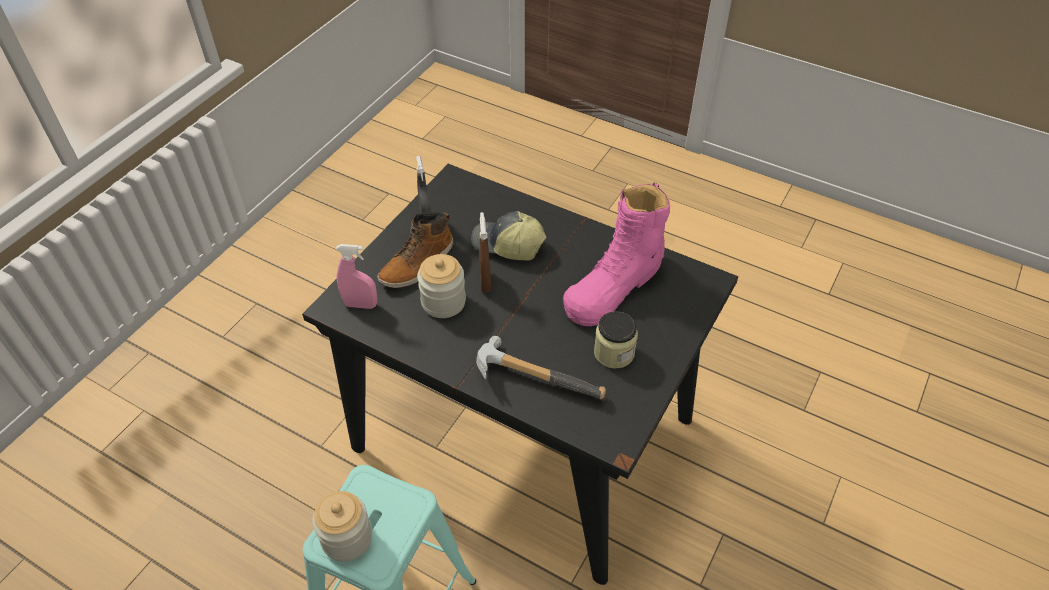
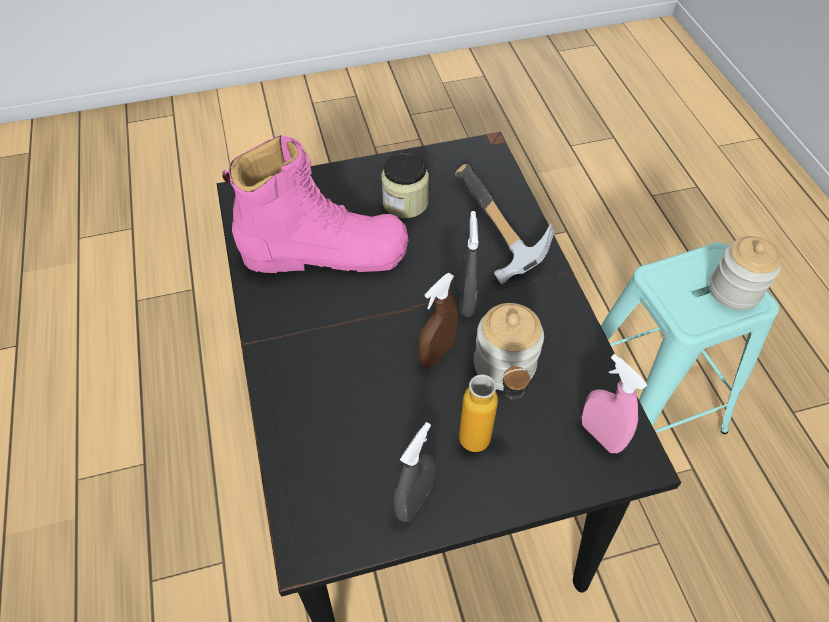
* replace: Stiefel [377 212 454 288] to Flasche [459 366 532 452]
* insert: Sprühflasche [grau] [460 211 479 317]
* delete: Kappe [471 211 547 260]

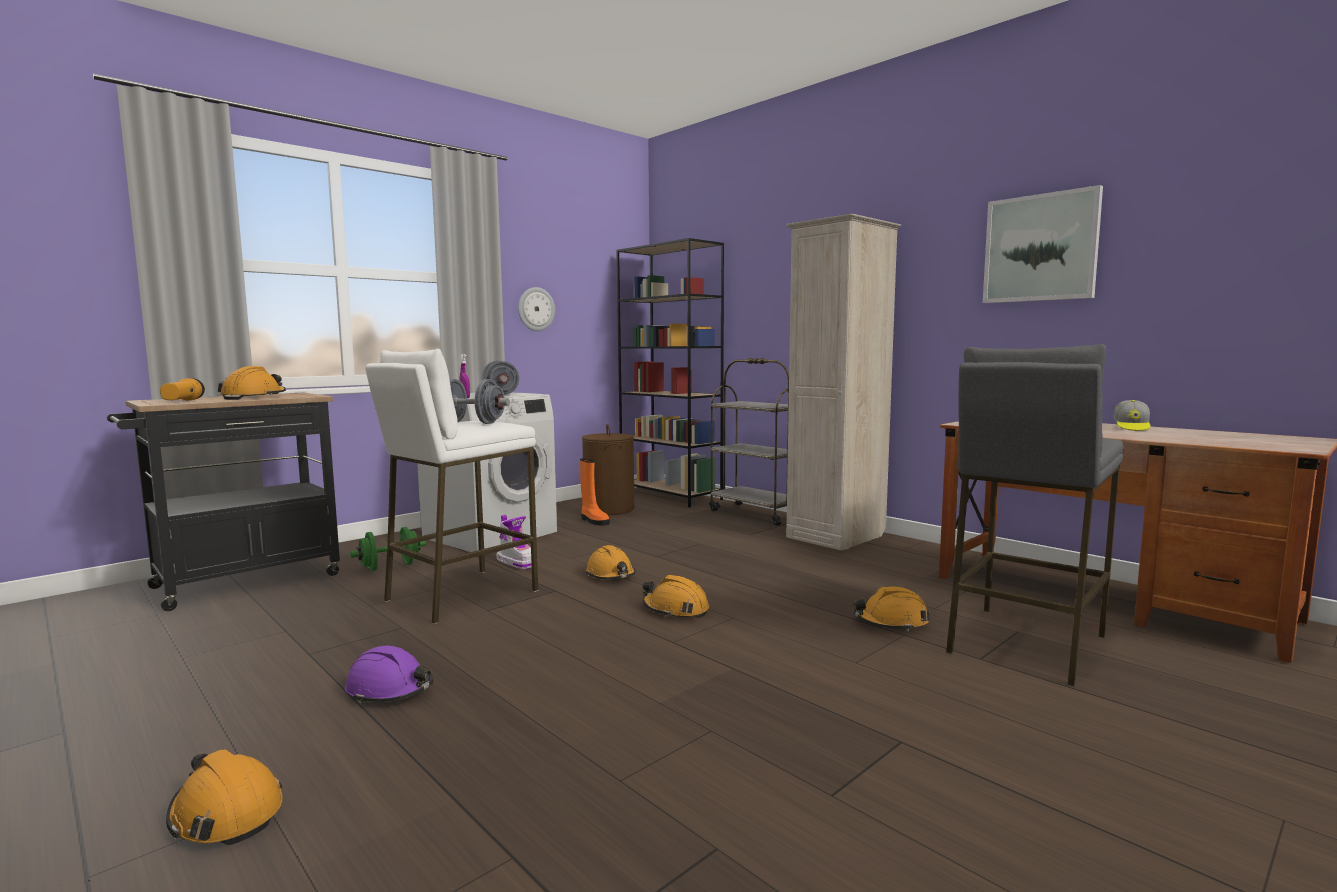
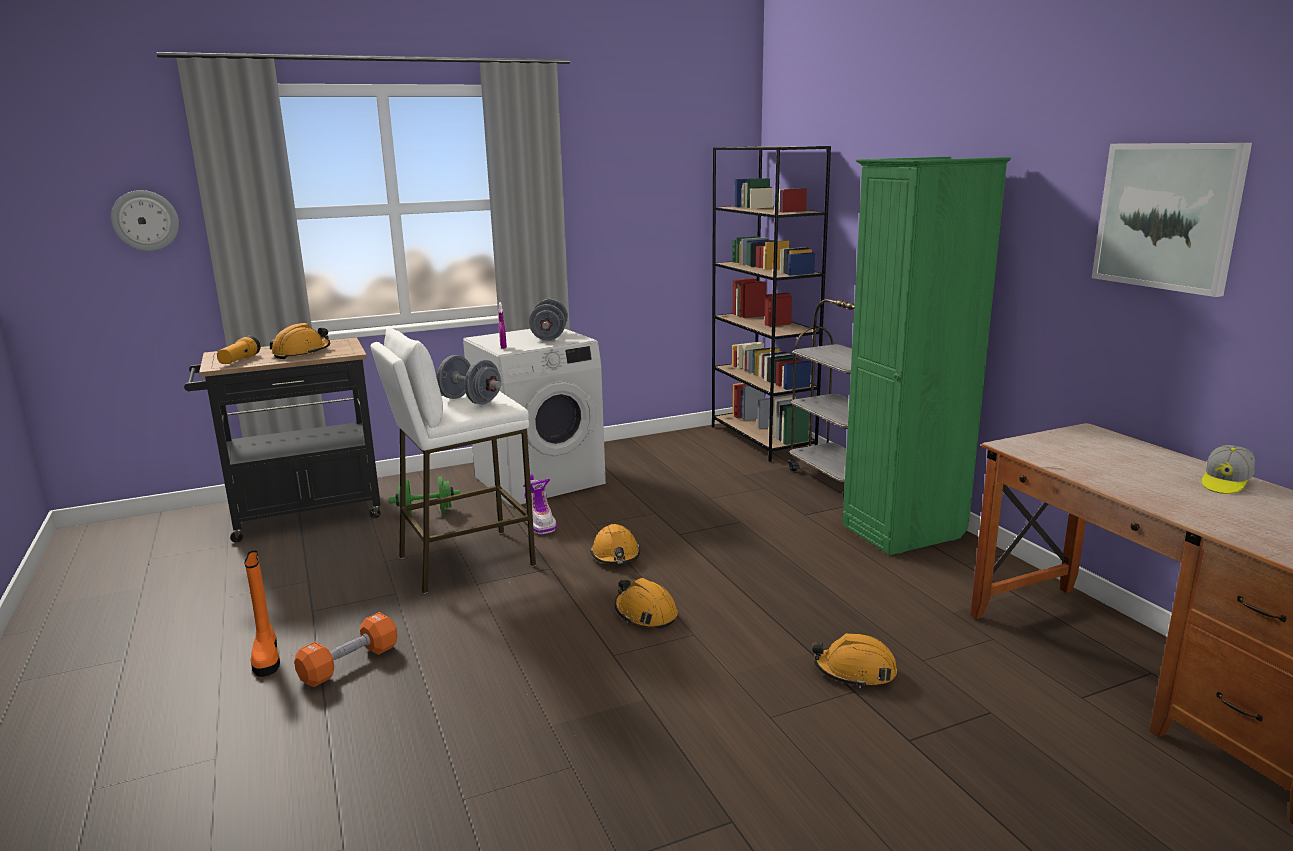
* move: Wanduhr [518 287 555 331] to [111 190 179 251]
* move: Stiefel [orange] [580 458 610 526] to [244 550 280 677]
* replace: Schutzhelm [lila] [345 646 434 703] to Hantel [orange] [294 612 397 687]
* recolor: Schrank [beige] [786 214 901 550] to Schrank [grün] [842 157 1011 555]
* delete: Schutzhelm [orange] [166 749 283 845]
* delete: Wäschekorb [braun] [582 424 635 515]
* delete: Hocker [grau] [946 344 1124 686]

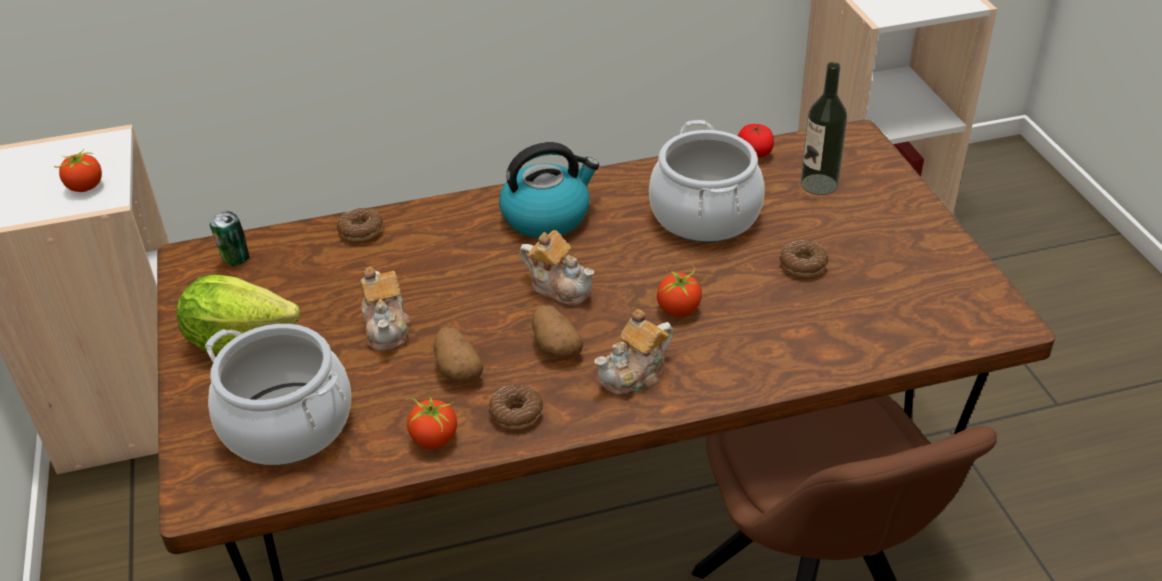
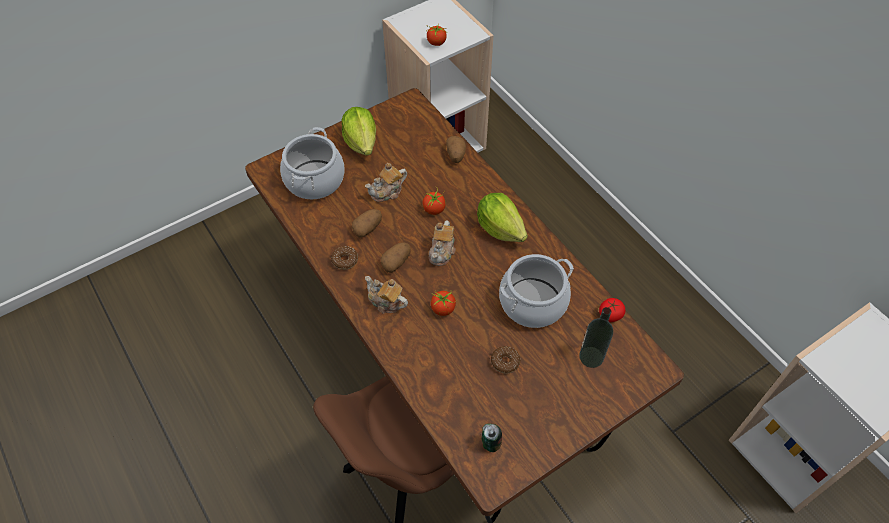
* move: Tomate [406 387 457 449] to [422 188 446 215]
* replace: Donut [337 208 383 241] to Kartoffel [446 136 466 163]
* replace: Wasserkessel [499 142 599 238] to Salatkopf [477 193 528 242]
* move: Dose [210 211 249 266] to [481 424 502 452]

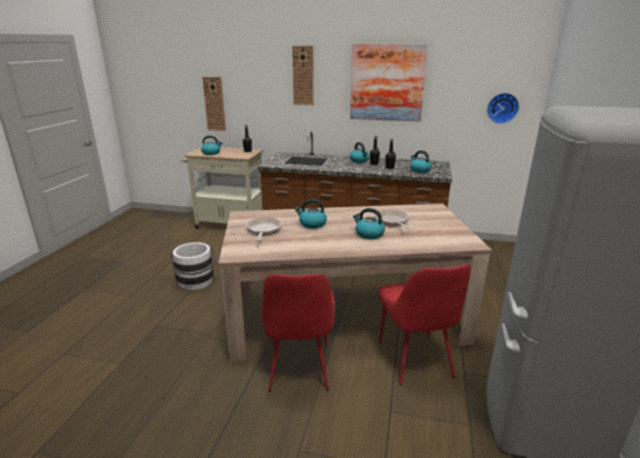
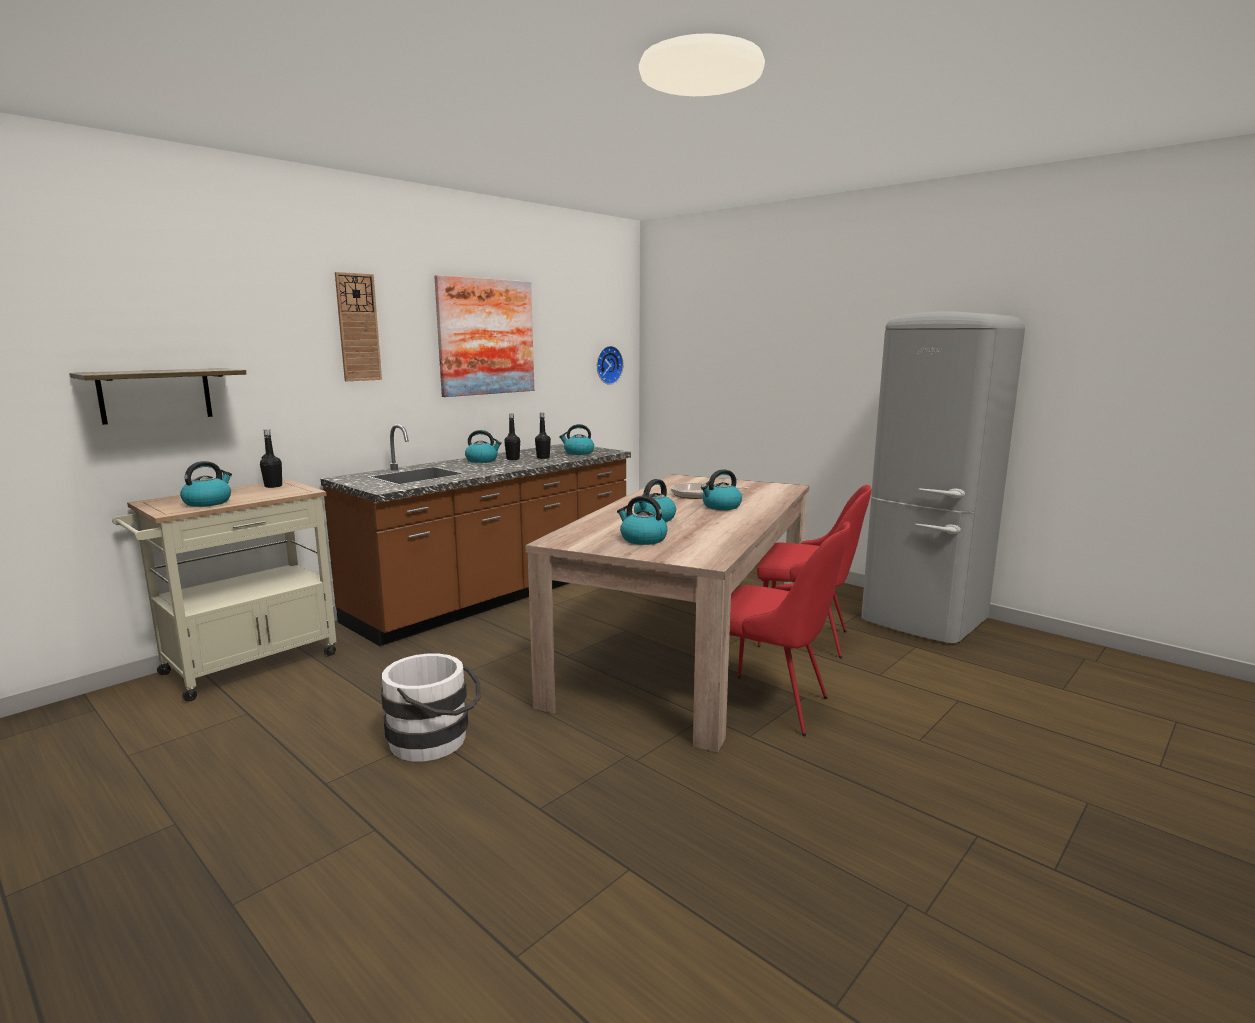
* replace: Wanduhr [202 77 226 131] to Wandregal [69 368 247 425]
* replace: Pfanne [246 218 282 241] to Wasserkessel [617 496 668 545]

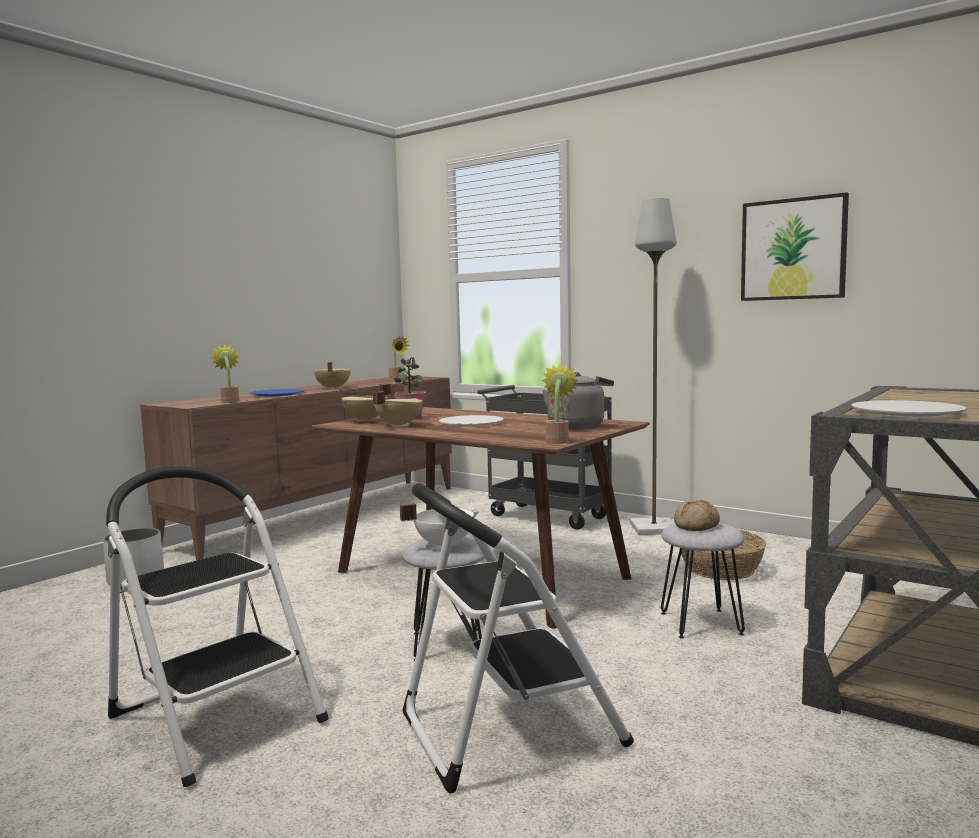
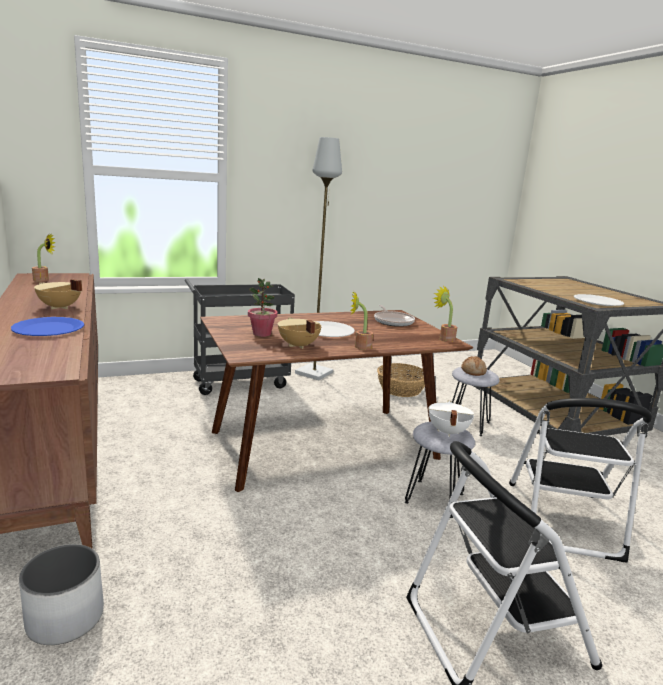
* move: Topfpflanze [211 345 239 403] to [351 291 373 350]
* replace: Wasserkessel [grau] [542 372 614 429] to Pfanne [374 305 415 327]
* delete: Kochtopf [beige] [341 384 391 422]
* delete: Bild [741 192 849 301]

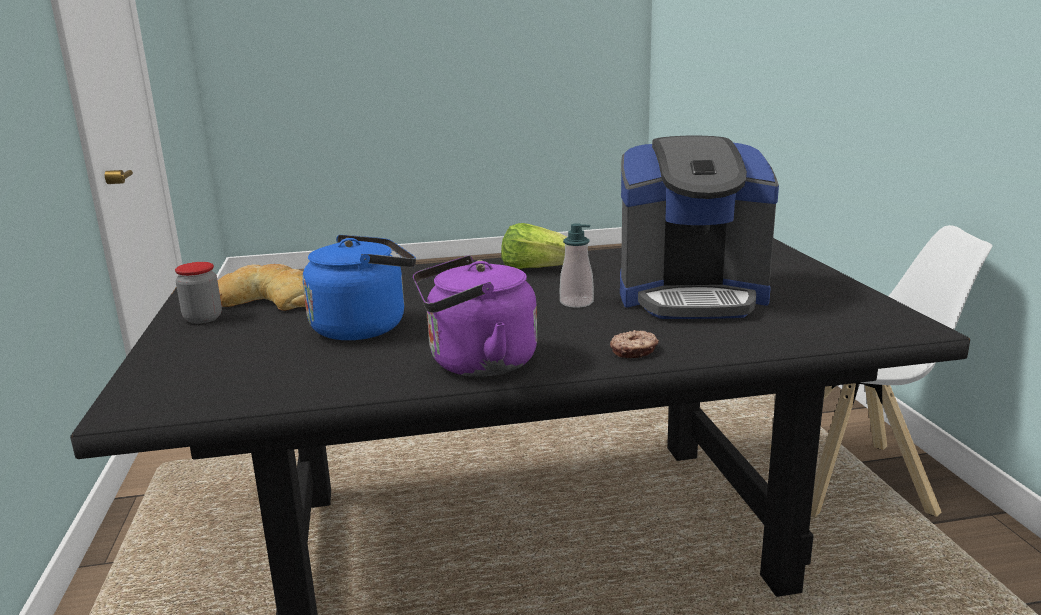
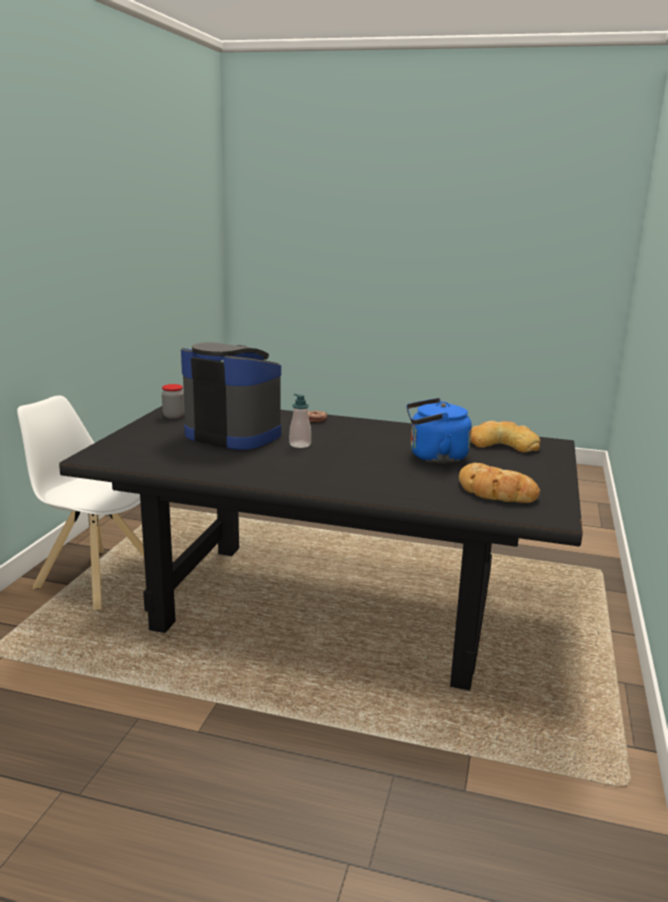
* move: Vorratsglas [175 262 222 324] to [162 384 185 419]
* insert: Brot [471 421 540 453]
* delete: Wasserkessel [lila] [413 255 537 377]
* delete: Salatkopf [501 223 567 269]

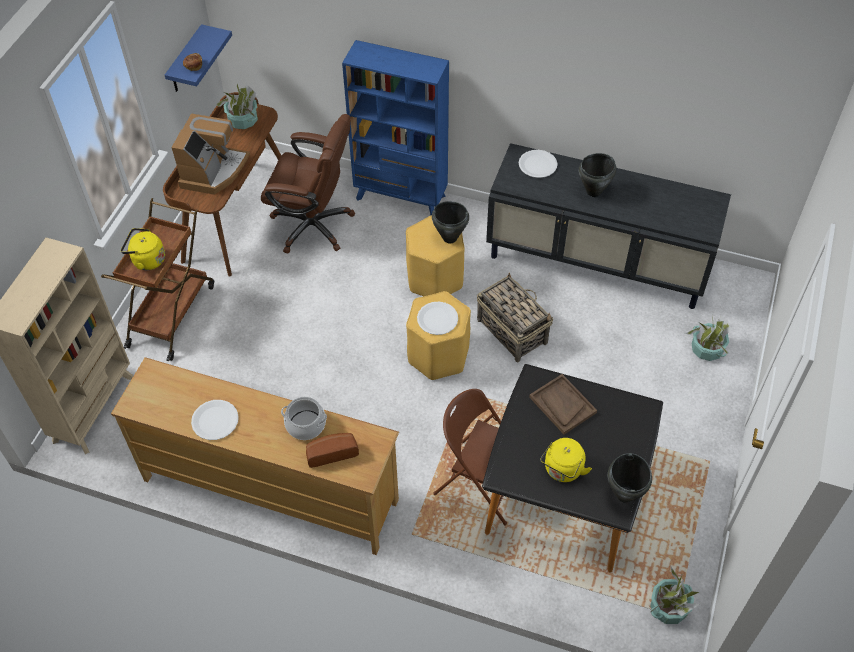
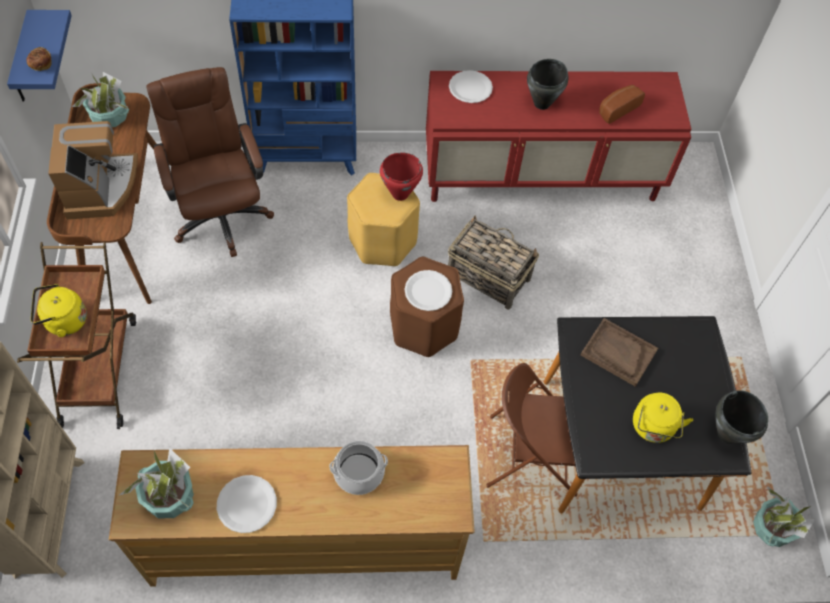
* move: Topfpflanze [685 312 733 361] to [118 448 194 518]
* rotate: Bürostuhl [braun] [261 114 355 254] = [147 67 274 257] 105 degrees counterclockwise
* recolor: Kochtopf [schwarz] [432 201 469 243] to Kochtopf [rot] [380 153 423 201]
* recolor: Hocker [gelb] [406 291 471 380] to Hocker [braun] [390 257 464 357]
* recolor: Schrank [schwarz] [486 143 731 309] to Schrank [rot] [426 71 691 202]
* move: Brot [306 433 359 468] to [599 85 645 124]

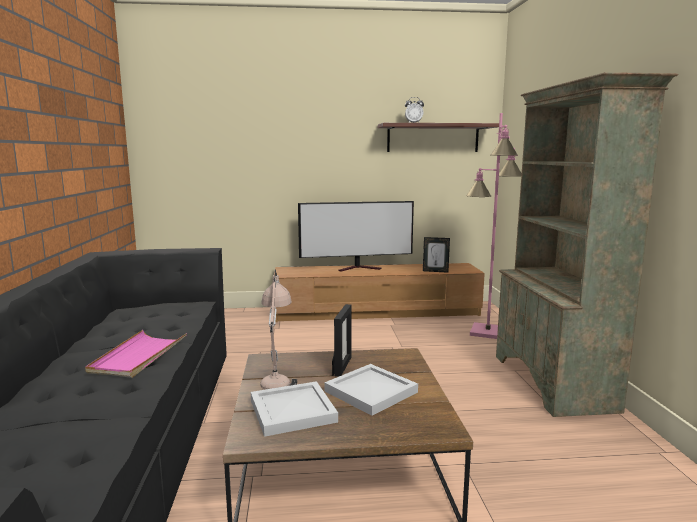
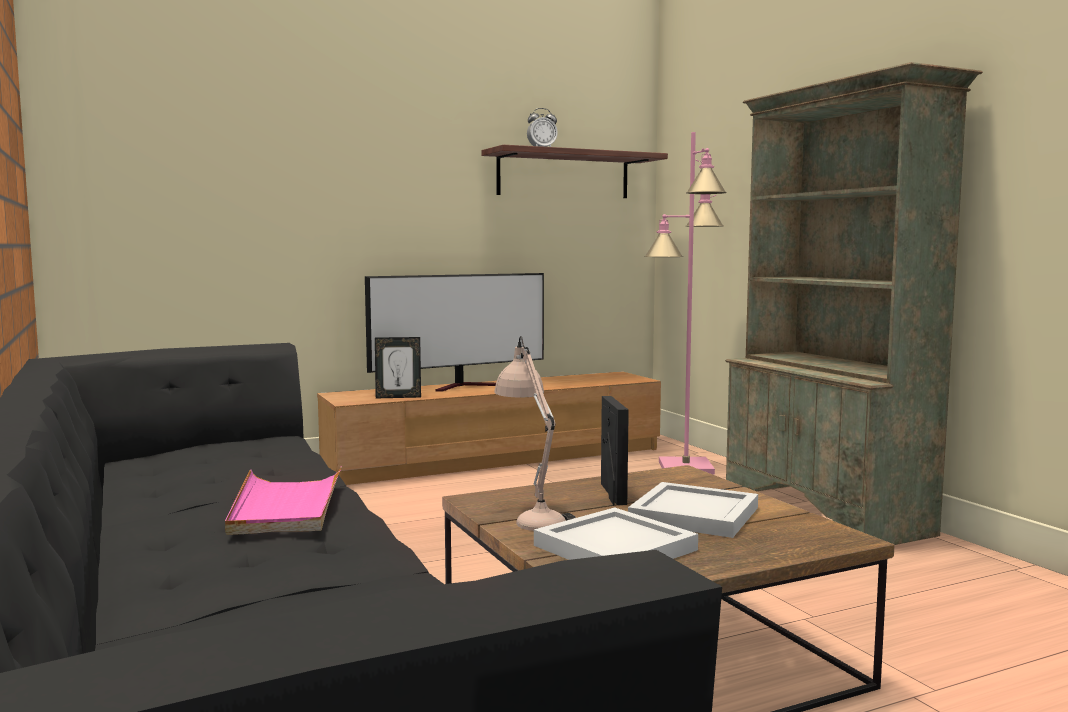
* move: Bilderrahmen [423 237 450 273] to [375 337 421 398]

